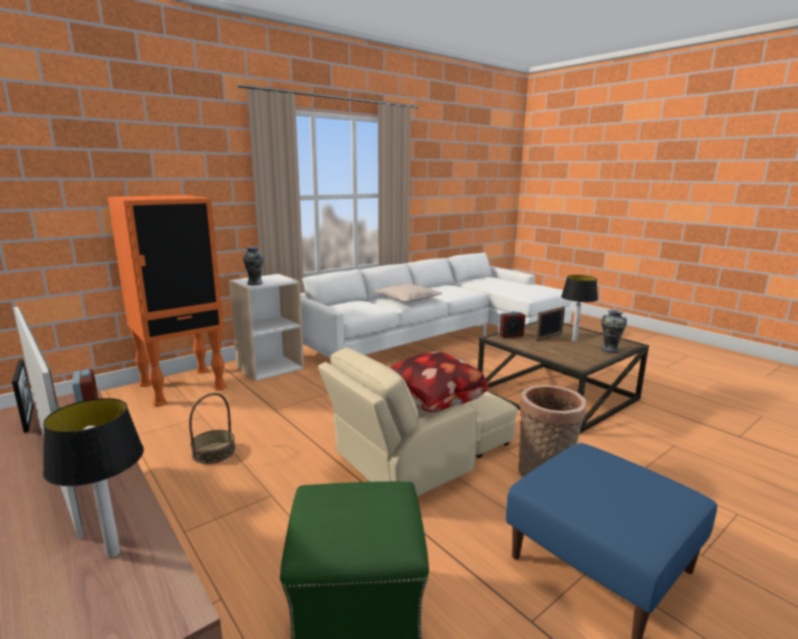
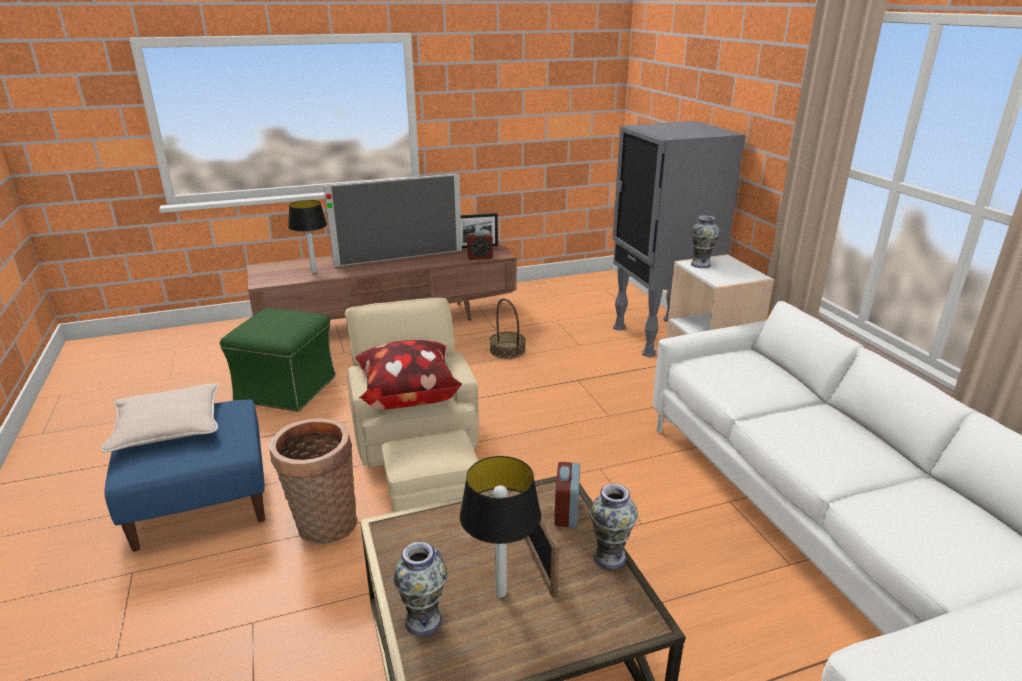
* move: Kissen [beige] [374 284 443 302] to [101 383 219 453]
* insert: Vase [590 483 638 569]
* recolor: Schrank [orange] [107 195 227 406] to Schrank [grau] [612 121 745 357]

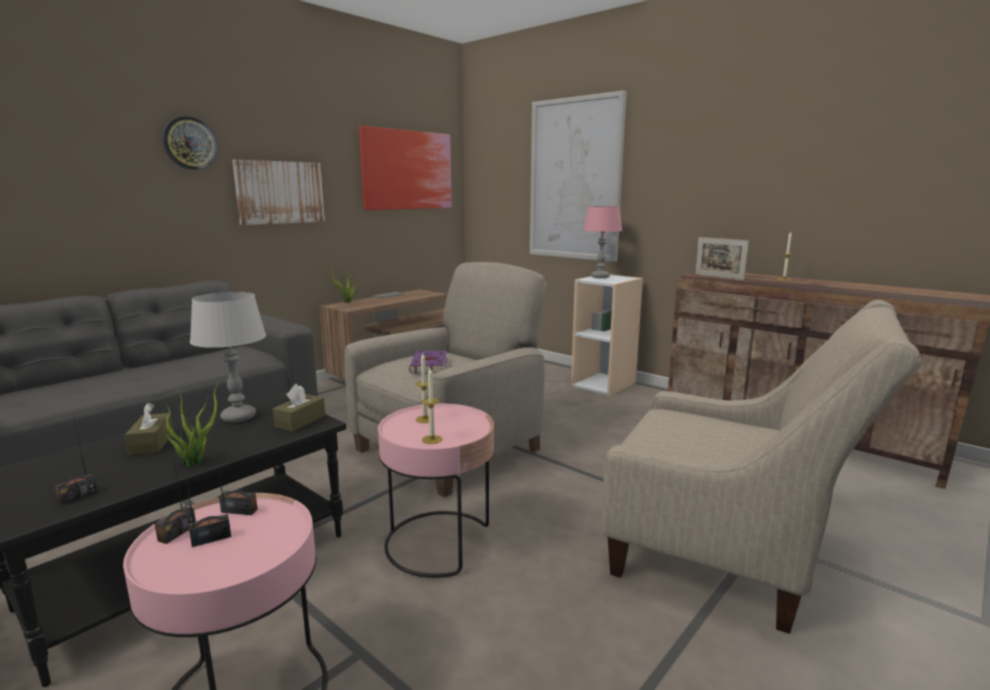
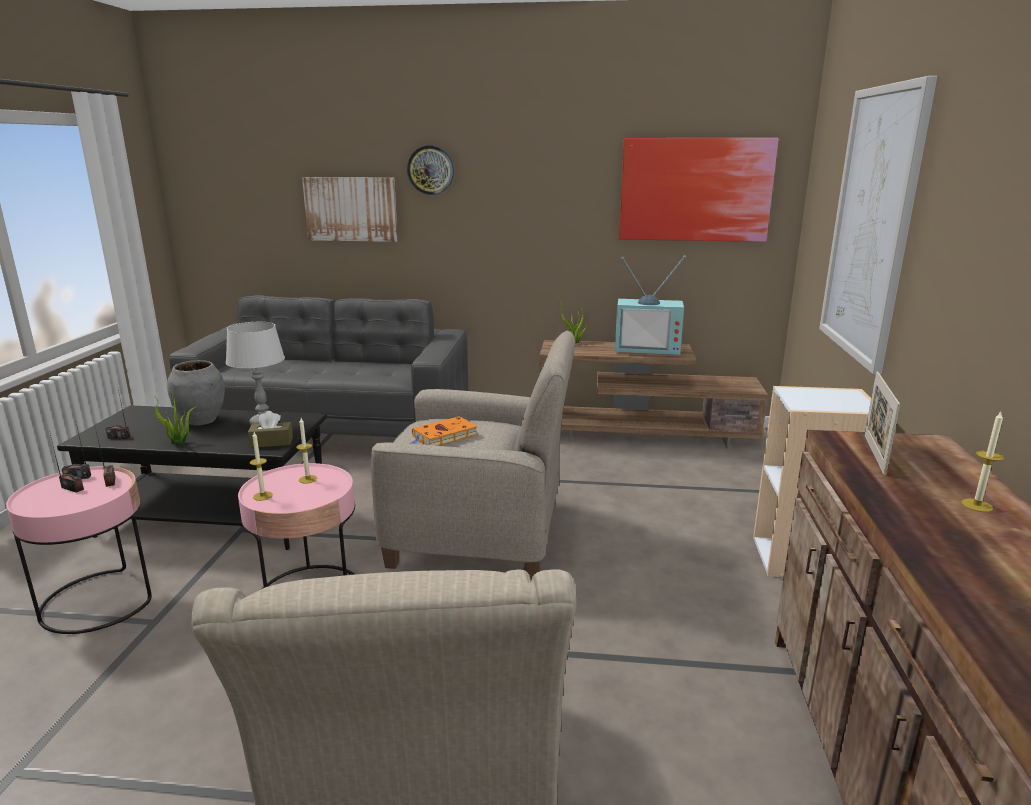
* replace: Taschentuchbox [braun] [125 403 173 455] to Vase [grau] [167 360 225 426]
* move: Bild [232 159 325 225] to [302 177 398 242]
* recolor: Buch [lila] [409 350 447 377] to Buch [orange] [411 416 478 446]
* insert: Fernseher [615 255 686 355]
* delete: Tischlampe [rosa] [583 206 622 278]

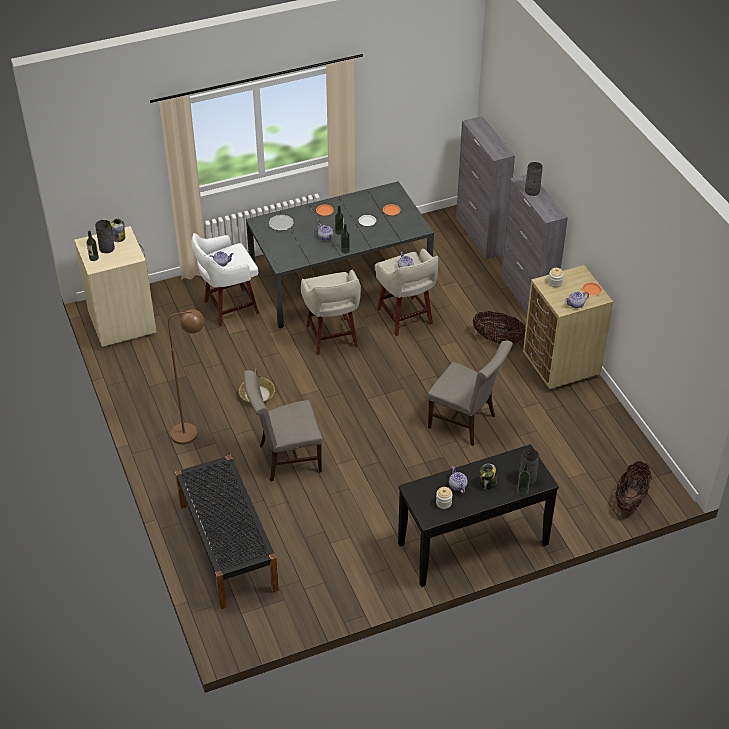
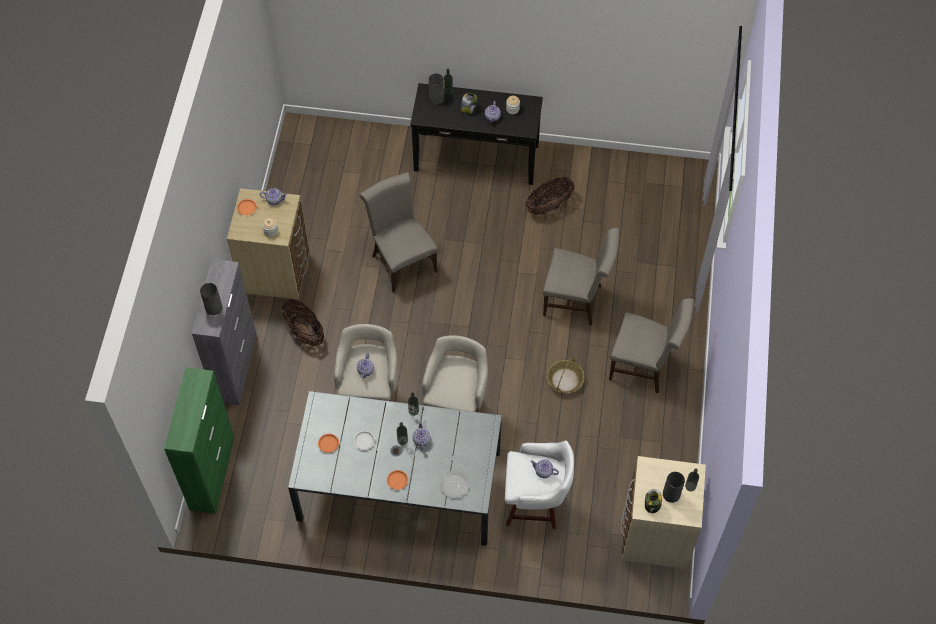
* recolor: Schrank [grau] [456 116 515 259] to Schrank [grün] [164 367 234 514]
* move: Korb [615 461 652 512] to [525 177 575 215]
* replace: Stehlampe [braun] [168 309 205 445] to Stuhl [beige] [609 298 694 394]
* delete: Bank [schwarz] [175 455 279 609]

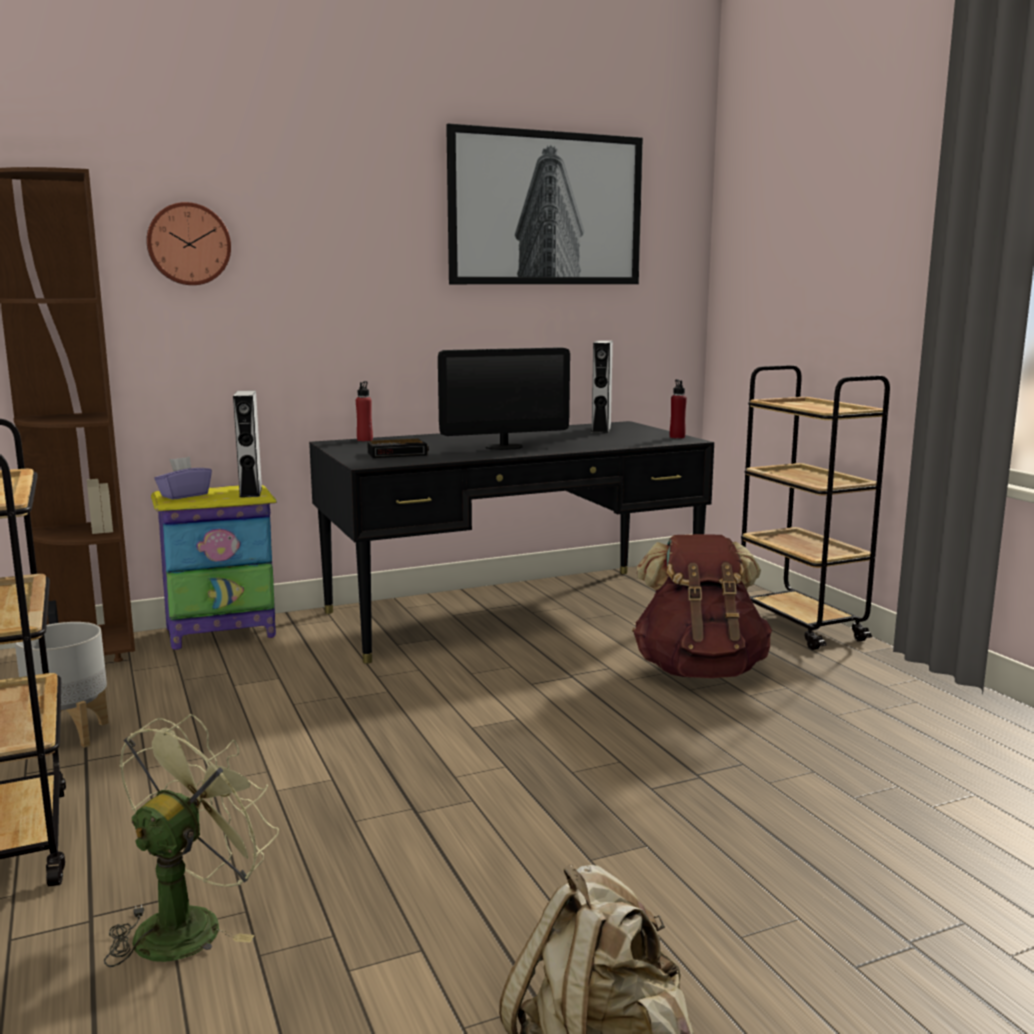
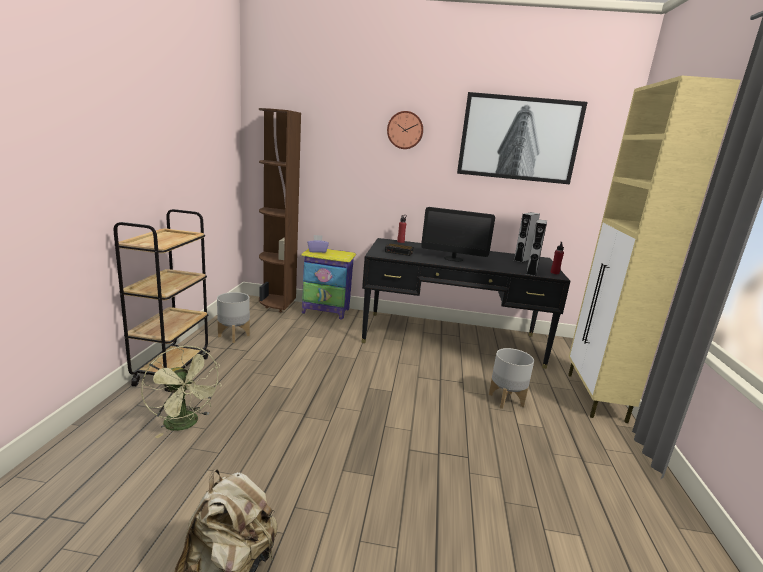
* rotate: Ventilator [grün] [104 714 279 967] = [141 346 222 438] 75 degrees clockwise
* move: Wanduhr [146 202 231 285] to [387 111 423 149]
* replace: Rucksack [braun] [632 534 772 678] to Pflanzkübel [grau] [489 348 534 409]
* move: Lautsprecher [grau] [233 390 262 498] to [526 219 547 276]
* replace: Rollwagen [braun] [741 365 890 650] to Schrank [beige] [568 76 741 423]

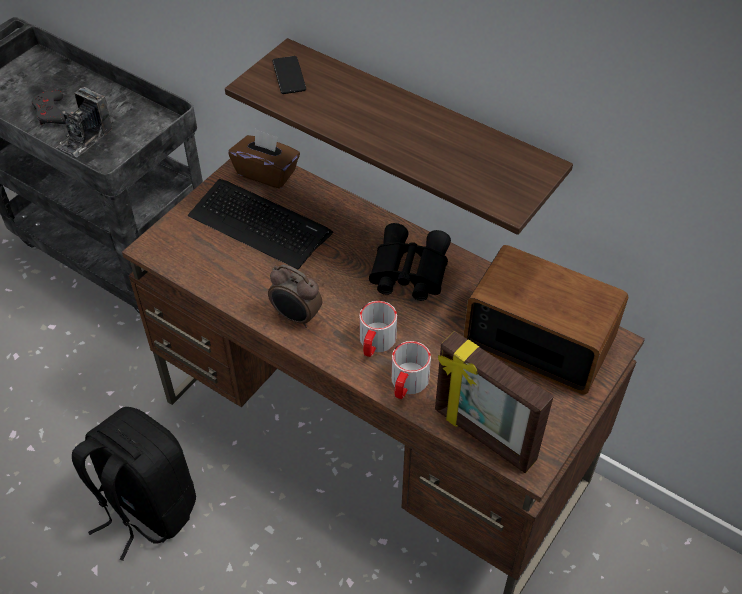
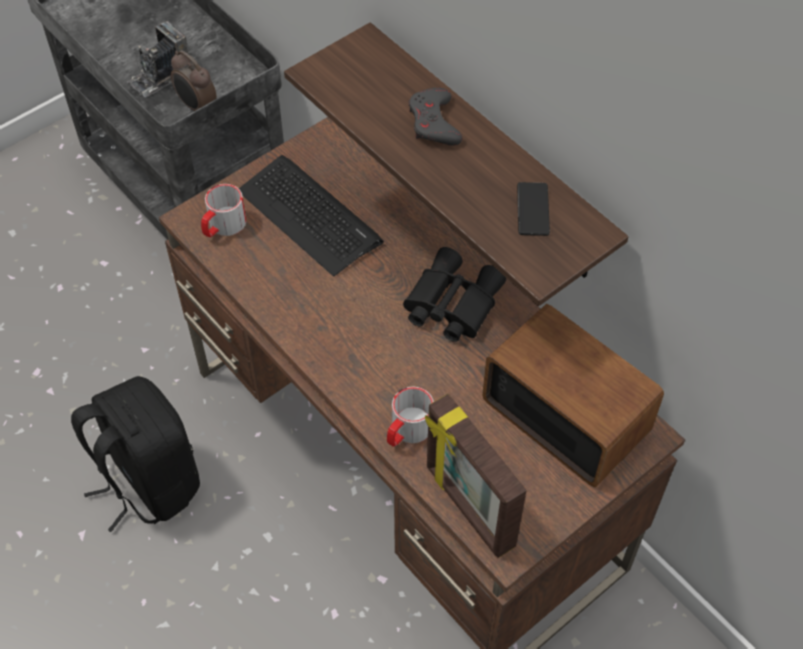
* move: Wecker [268 264 322 328] to [171 50 217 111]
* move: Henkelbecher [359 301 397 357] to [201 184 246 237]
* move: Gamepad [grau] [32 90 72 125] to [409 87 463 146]
* move: Handy [272 56 306 94] to [517 182 550 236]
* delete: Taschentuchbox [braun] [229 129 300 189]

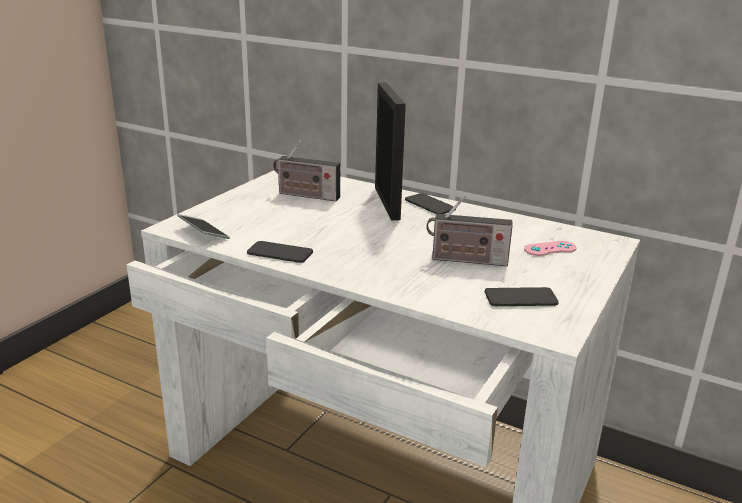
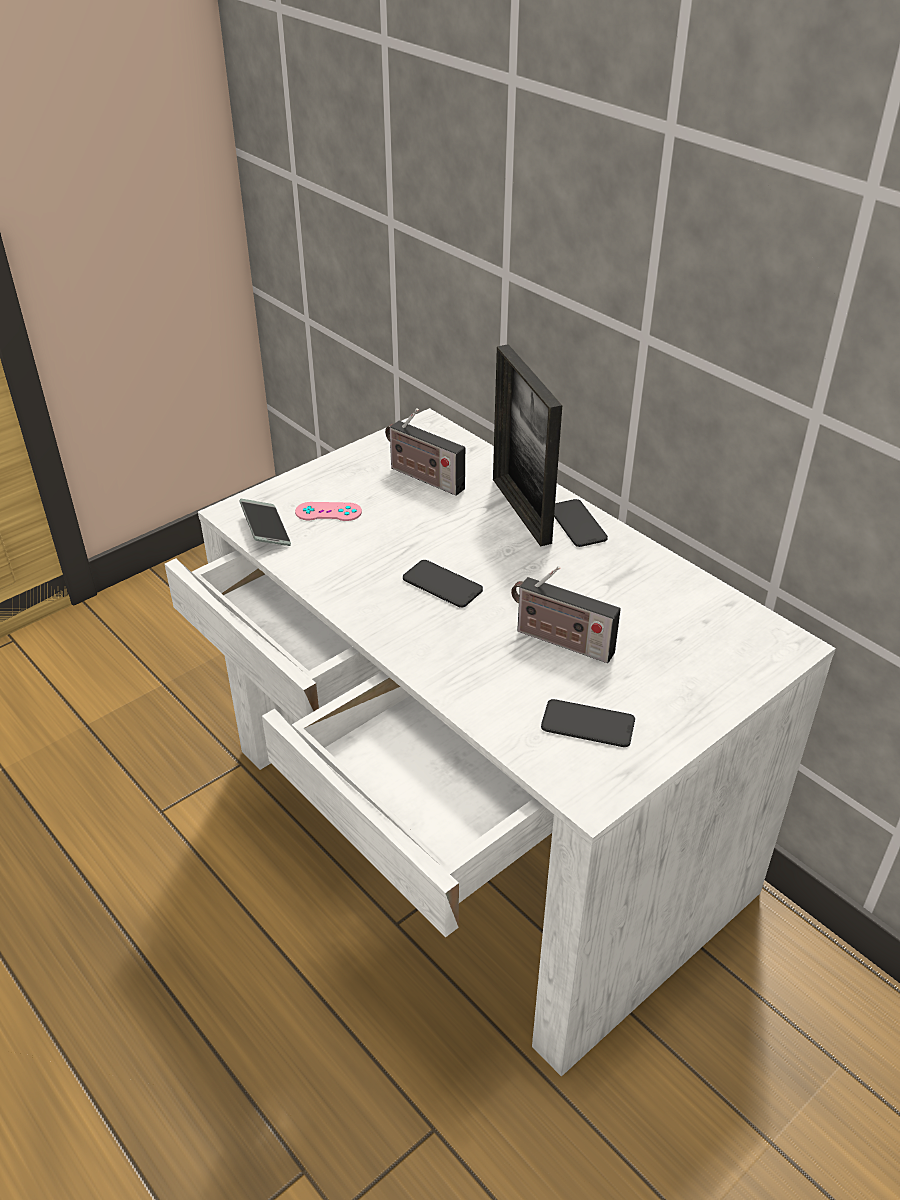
* move: Gamepad [rosa] [524 241 577 256] to [295 502 362 521]
* move: Handy [247 241 313 263] to [403 560 483 608]
* rotate: Bilderrahmen [375 82 406 221] = [493 344 562 547] 150 degrees clockwise

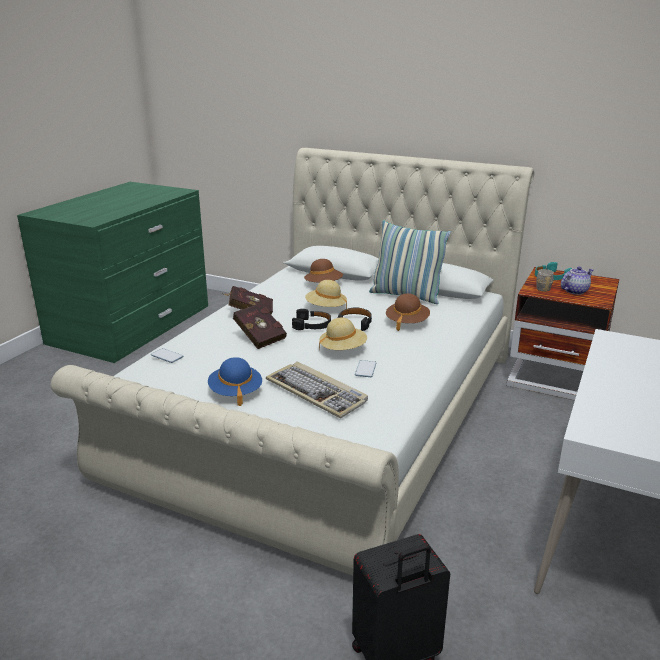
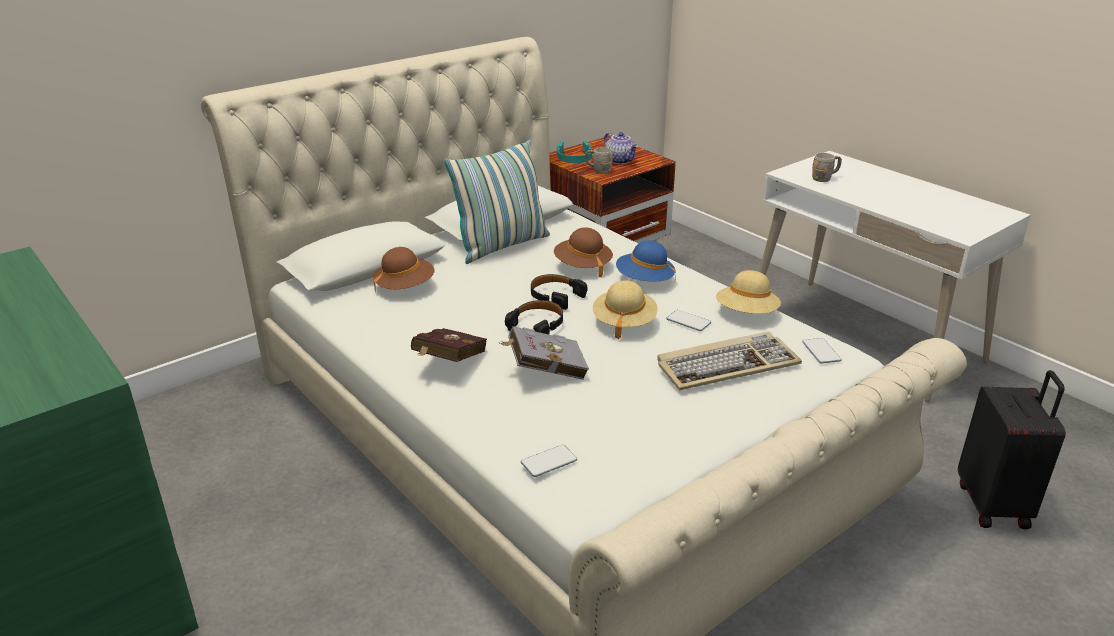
* recolor: Buch [rot] [233 303 287 349] to Buch [grau] [498 326 589 380]
* rotate: Teekanne [561 266 593 295] = [604 132 638 164] 150 degrees clockwise
* move: Hut [blau] [208 357 262 406] to [616 240 676 281]
* move: Hut [beige] [305 280 347 309] to [716 270 781 314]
* insert: Handy [802 338 842 363]
* insert: Henkelbecher [grau] [812 153 842 182]

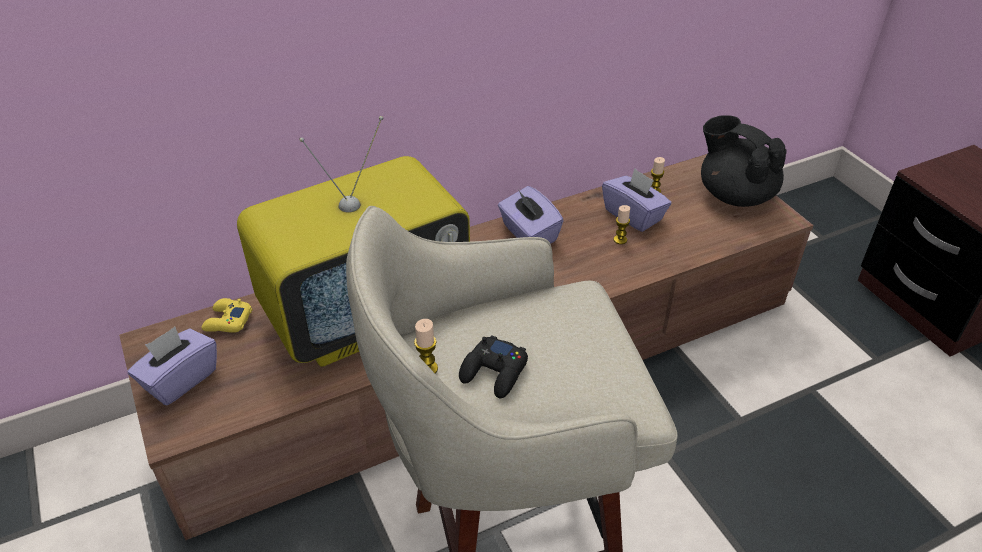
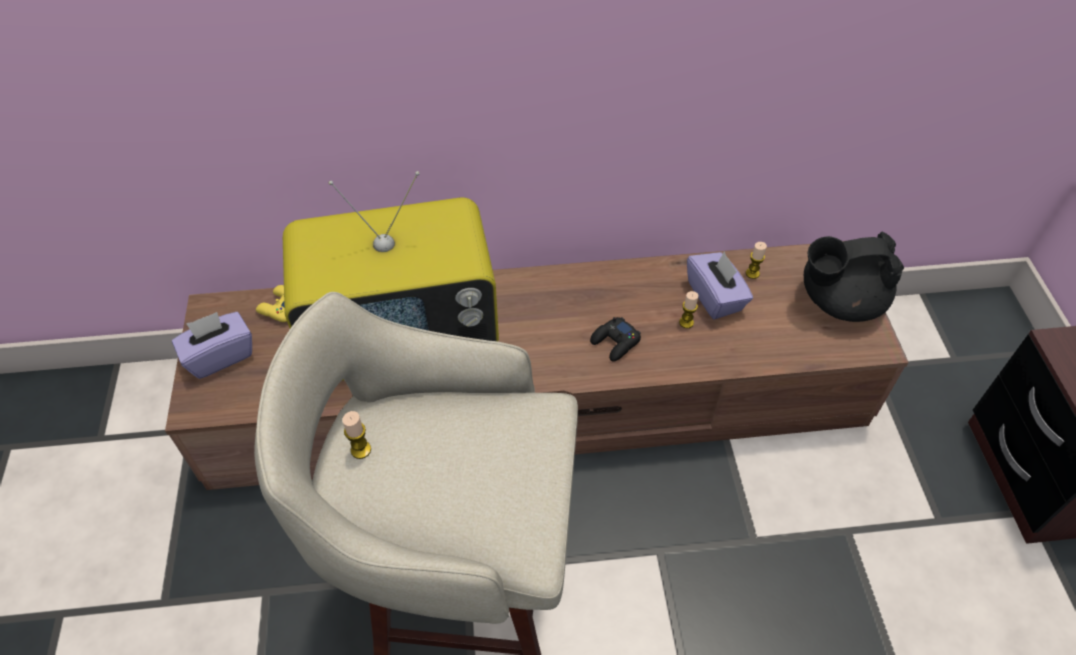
* move: Gamepad [schwarz] [459 335 528 398] to [590 317 641 362]
* rotate: Teekanne [schwarz] [701 115 787 207] = [804 232 904 322] 75 degrees counterclockwise
* delete: Taschentuchbox [lila] [498 186 564 244]

